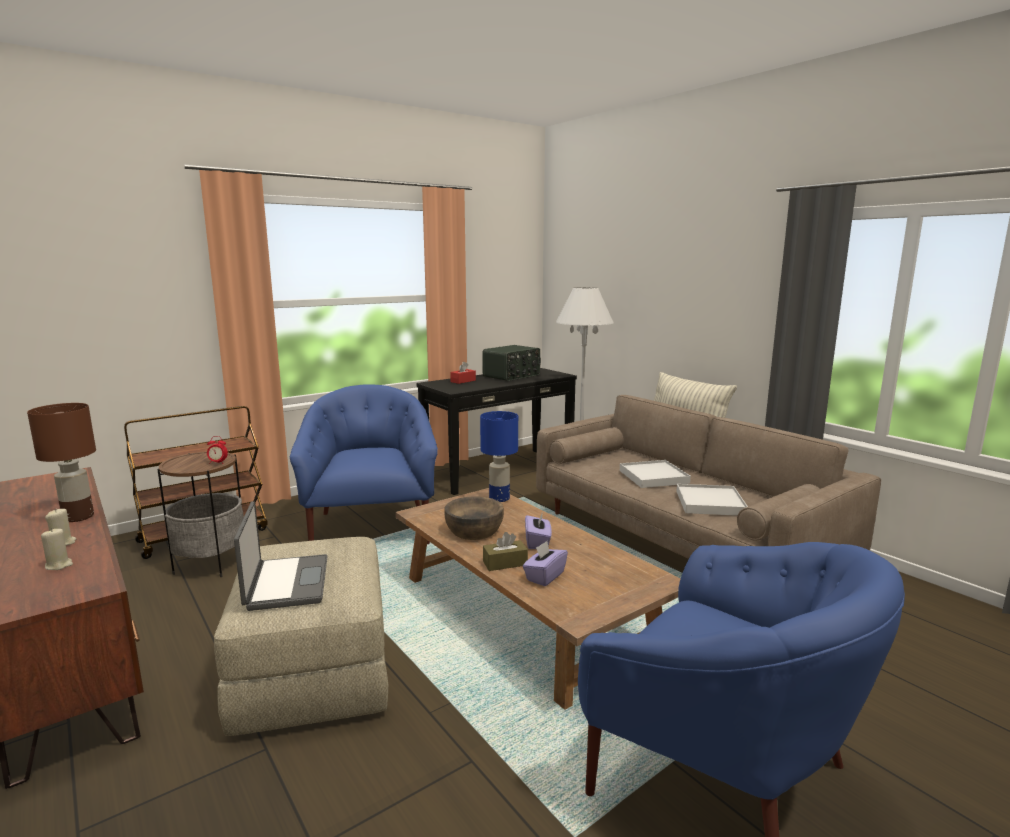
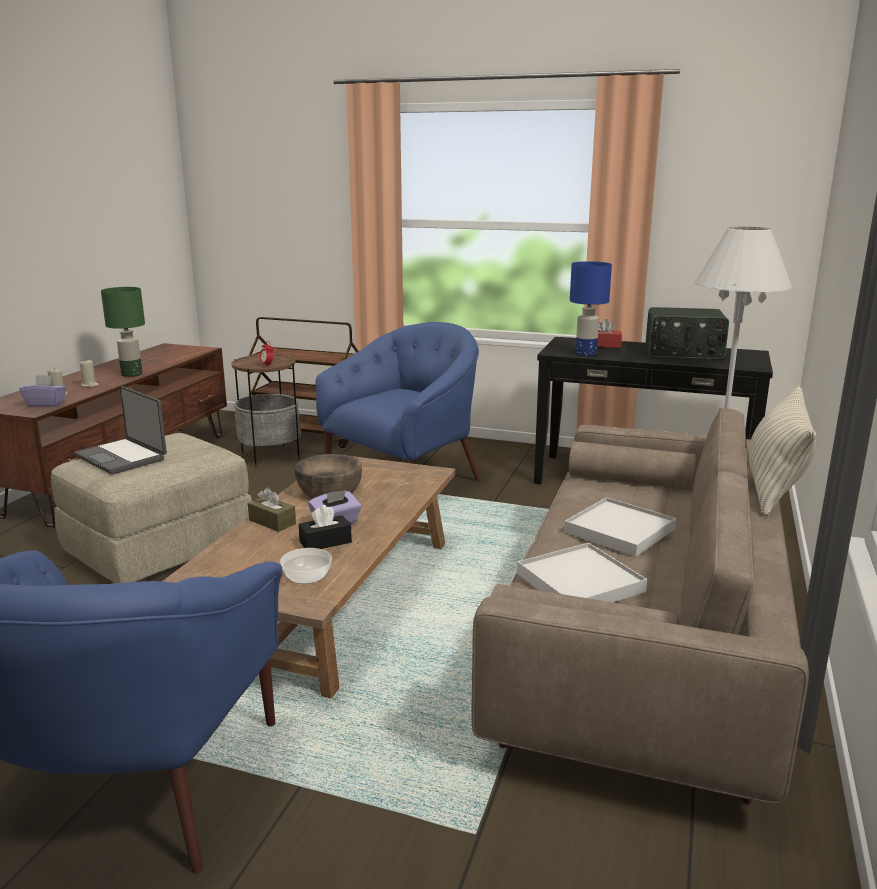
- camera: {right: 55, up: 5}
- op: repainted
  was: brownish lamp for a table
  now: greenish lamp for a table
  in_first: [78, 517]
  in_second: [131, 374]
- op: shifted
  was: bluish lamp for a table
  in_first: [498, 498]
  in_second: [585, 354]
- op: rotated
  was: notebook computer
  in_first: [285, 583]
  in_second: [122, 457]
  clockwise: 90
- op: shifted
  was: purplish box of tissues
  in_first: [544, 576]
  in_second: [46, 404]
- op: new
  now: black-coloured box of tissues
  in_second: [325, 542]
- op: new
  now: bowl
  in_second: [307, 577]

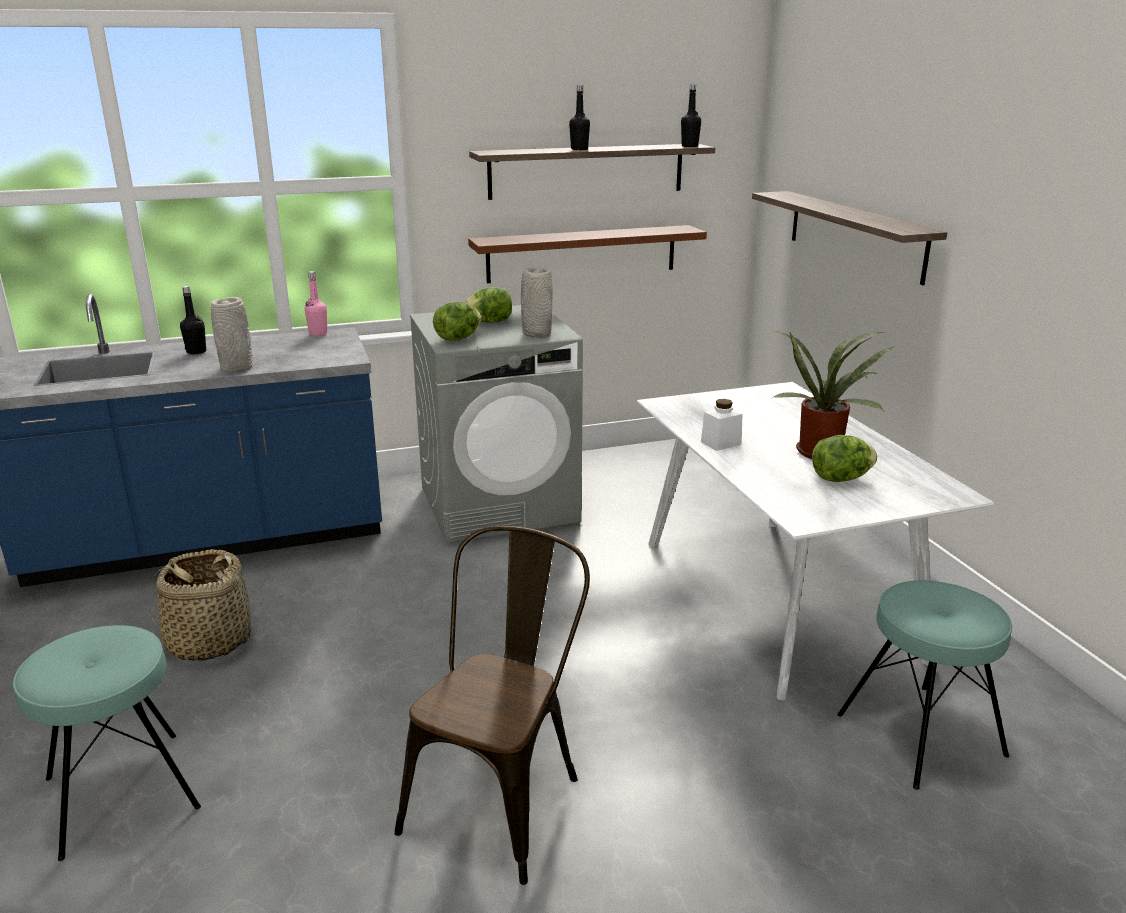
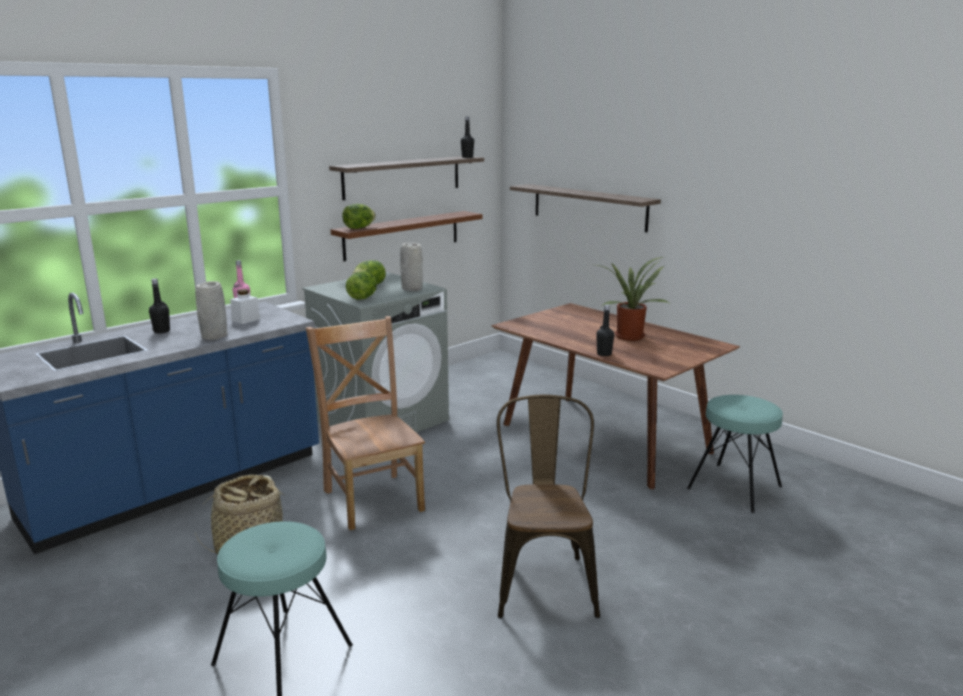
- camera: {right: -25, up: -5}
- op: shifted
  was: black-coloured bottle
  in_first: [579, 149]
  in_second: [604, 354]
- op: repainted
  was: white kitchen table
  now: brownish kitchen table
  in_first: [778, 598]
  in_second: [605, 438]
- op: shifted
  was: white preserve jar
  in_first: [721, 443]
  in_second: [246, 320]
- op: shifted
  was: head of lettuce
  in_first: [840, 479]
  in_second: [359, 228]
- op: new
  now: brownish plain chair
  in_second: [372, 498]

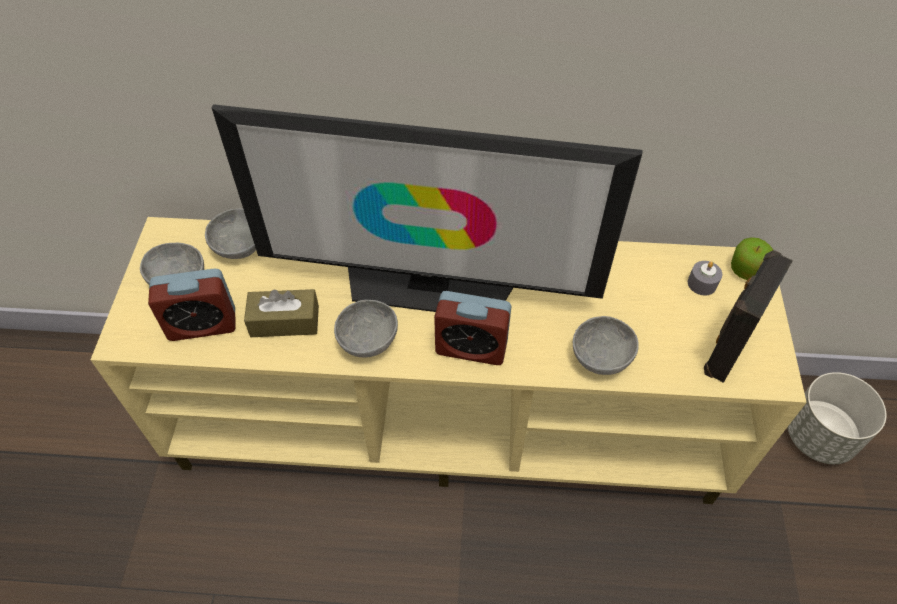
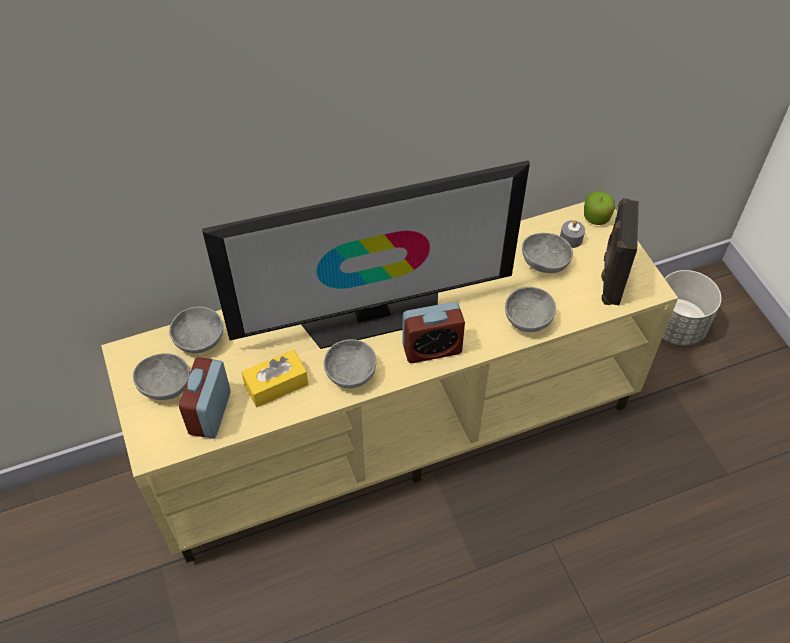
- camera: {right: -25, up: 0}
- op: rotated
  was: table clock
  in_first: [202, 324]
  in_second: [210, 413]
  clockwise: 135
- op: repainted
  was: brownish box of tissues
  now: yellow-coloured box of tissues
  in_first: [285, 321]
  in_second: [276, 384]
- op: new
  now: grey bowl
  in_second: [544, 262]

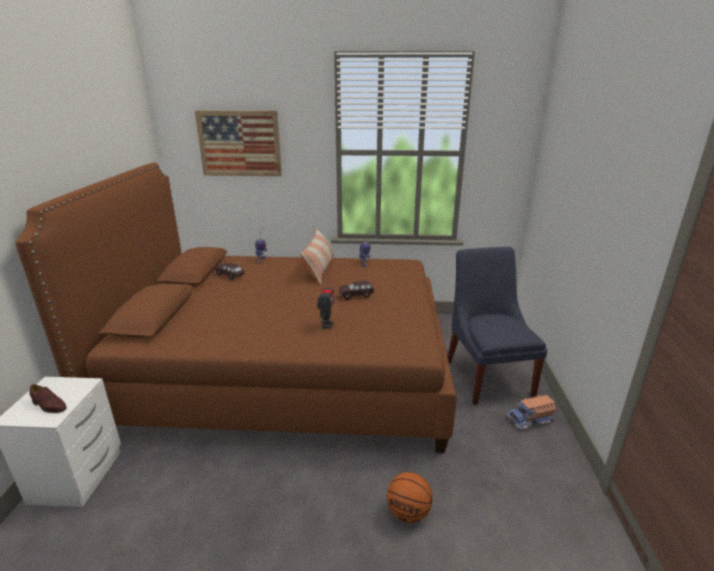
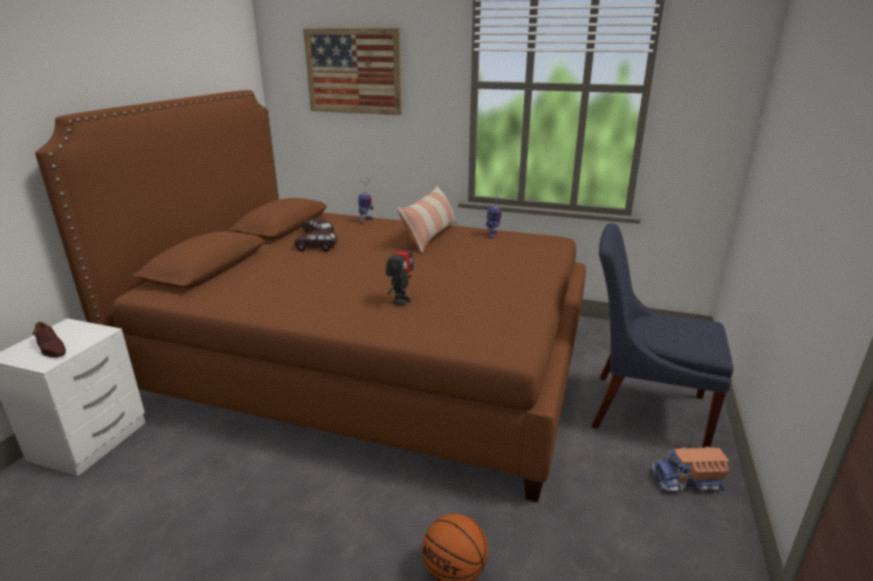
- camera: {right: 15, up: 0}
- op: rotated
  was: bluish plain chair
  in_first: [487, 375]
  in_second: [642, 409]
  clockwise: -75
- op: shifted
  was: brownish model car
  in_first: [356, 295]
  in_second: [316, 248]

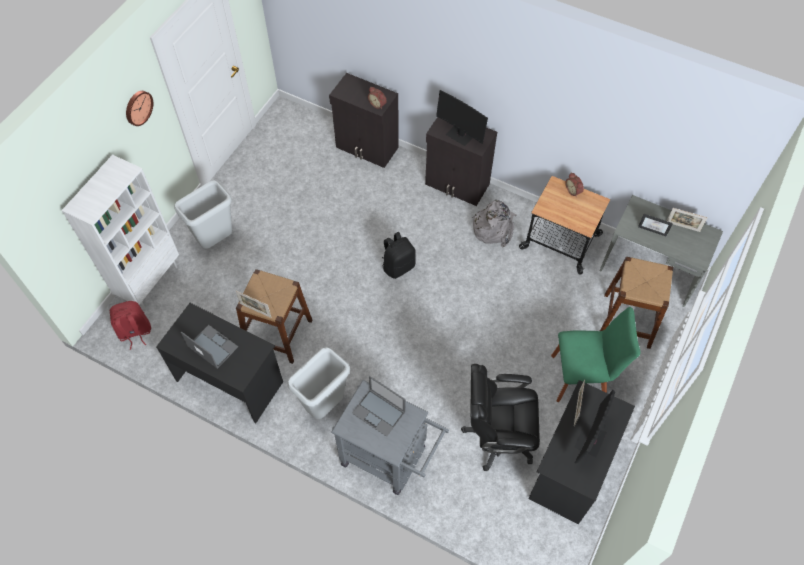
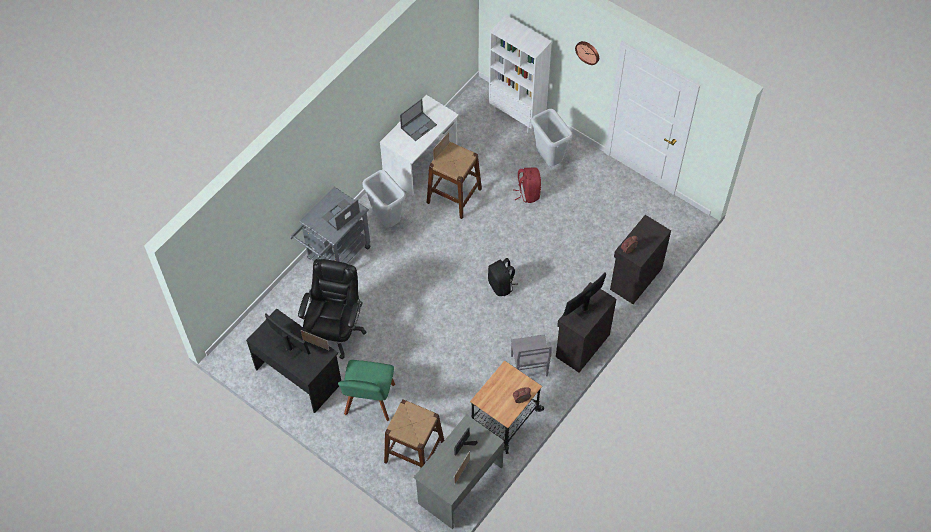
- camera: {right: 100, up: 0}
- op: swapped
  was: grey knapsack
  now: grey plain chair
  in_first: [494, 228]
  in_second: [528, 366]
- op: shifted
  was: red knapsack
  in_first: [135, 332]
  in_second: [528, 193]
- op: repainted
  was: black-coloured desk table
  now: white desk table
  in_first: [230, 380]
  in_second: [421, 162]

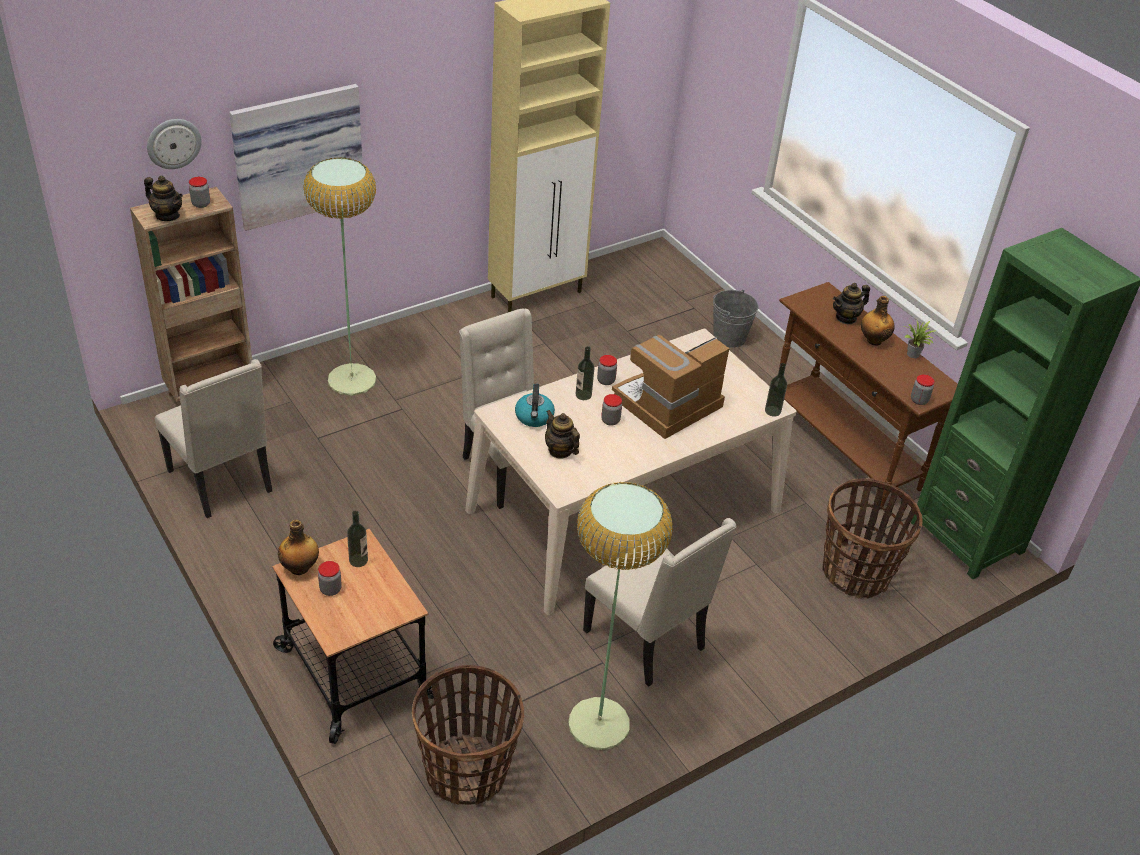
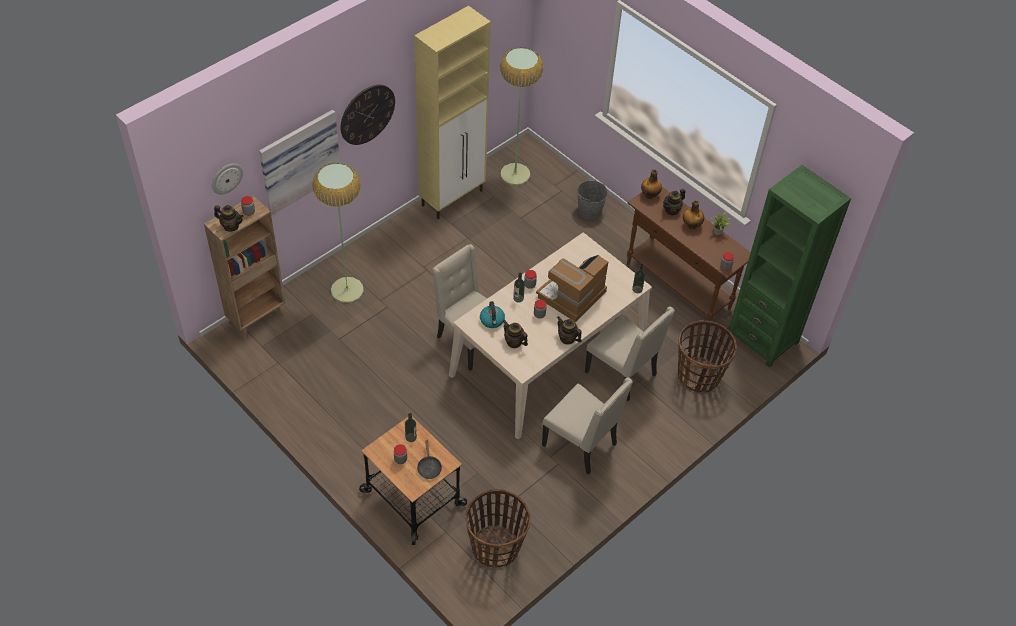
- camera: {right: -10, up: 10}
- op: shifted
  was: beige plain chair
  in_first: [223, 482]
  in_second: [622, 373]
- op: shifted
  was: standing lamp
  in_first: [598, 724]
  in_second: [515, 174]
- op: shifted
  was: bottle
  in_first: [300, 568]
  in_second: [650, 195]
- op: new
  now: clock on the wall
  in_second: [367, 114]
- op: new
  now: pot for tea
  in_second: [567, 338]
- op: new
  now: black-coloured skillet
  in_second: [429, 467]

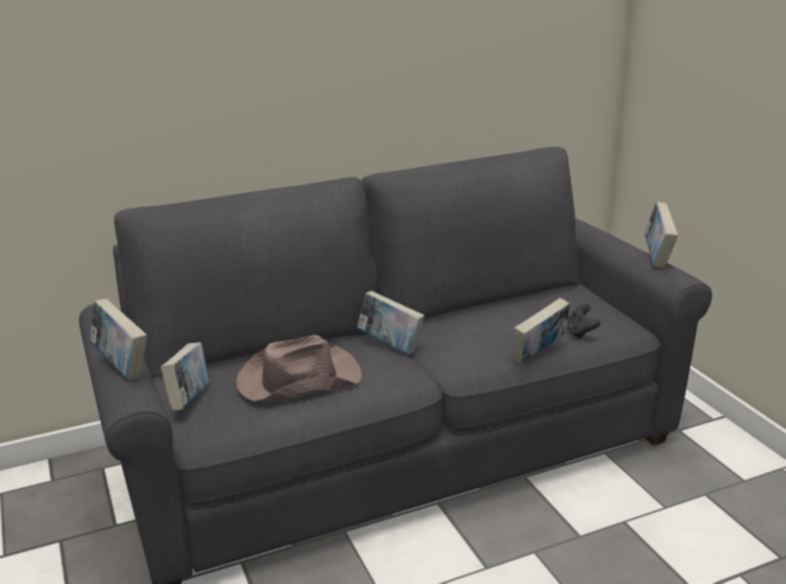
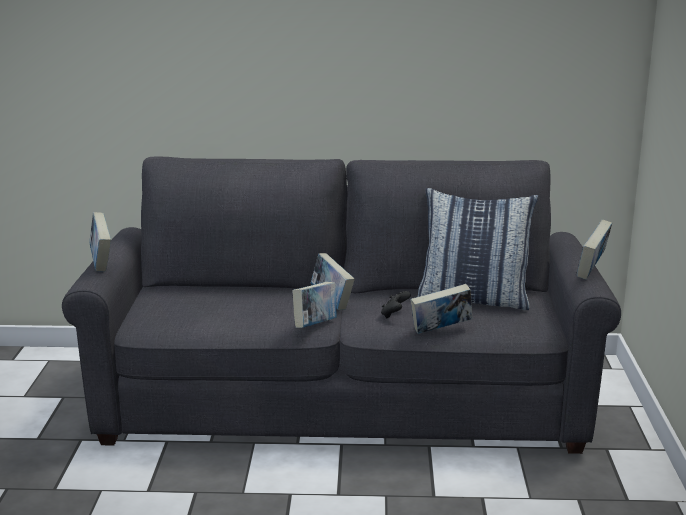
- camera: {right: 25, up: -5}
- op: shifted
  was: black-coloured game controller
  in_first: [580, 332]
  in_second: [394, 315]
- op: gone
  was: brownish wearable hat
  in_first: [297, 379]
- op: shifted
  was: volume
  in_first: [189, 400]
  in_second: [315, 326]
- op: new
  now: throw pillow
  in_second: [474, 299]

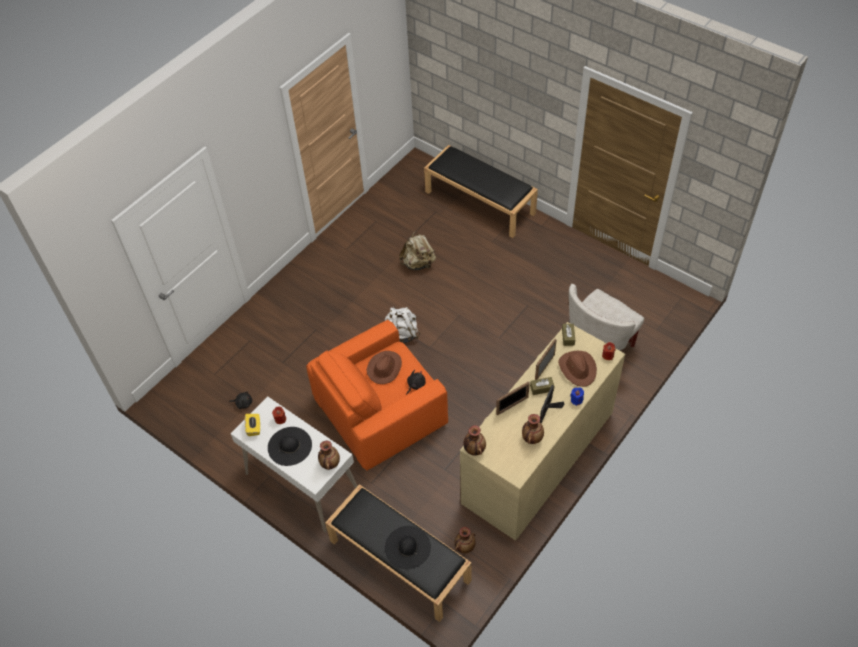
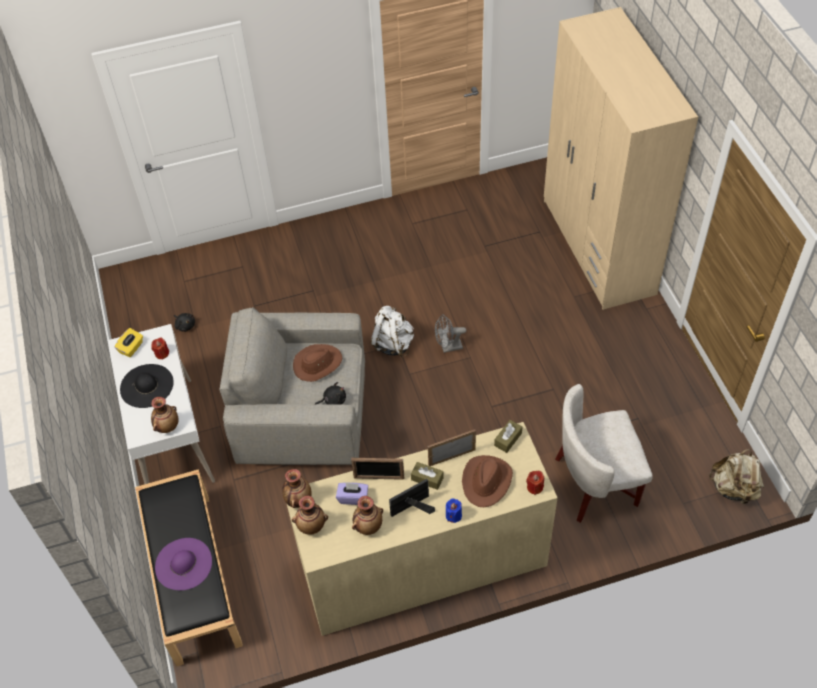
- camera: {right: 35, up: 0}
- op: swapped
  was: black-coloured long seat
  now: beige armoire
  in_first: [480, 202]
  in_second: [598, 247]
- op: shifted
  was: beige knapsack
  in_first: [418, 264]
  in_second: [734, 489]
- op: repainted
  was: orangey easy chair
  now: grey easy chair
  in_first: [380, 412]
  in_second: [303, 412]
- op: repainted
  was: black-coloured wearable hat
  now: purplish wearable hat
  in_first: [407, 547]
  in_second: [183, 564]
- op: shifted
  was: flower vase
  in_first: [464, 546]
  in_second: [311, 525]
- op: new
  now: grey fan
  in_second: [448, 347]
- op: new
  now: purplish box of tissues
  in_second: [353, 497]

